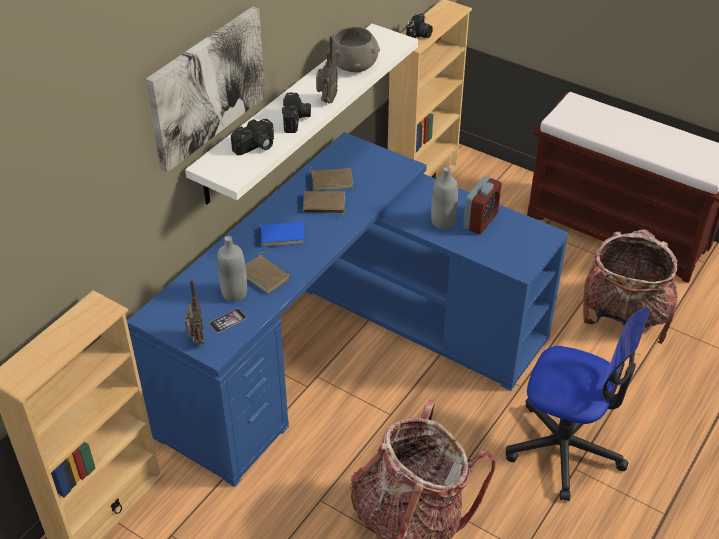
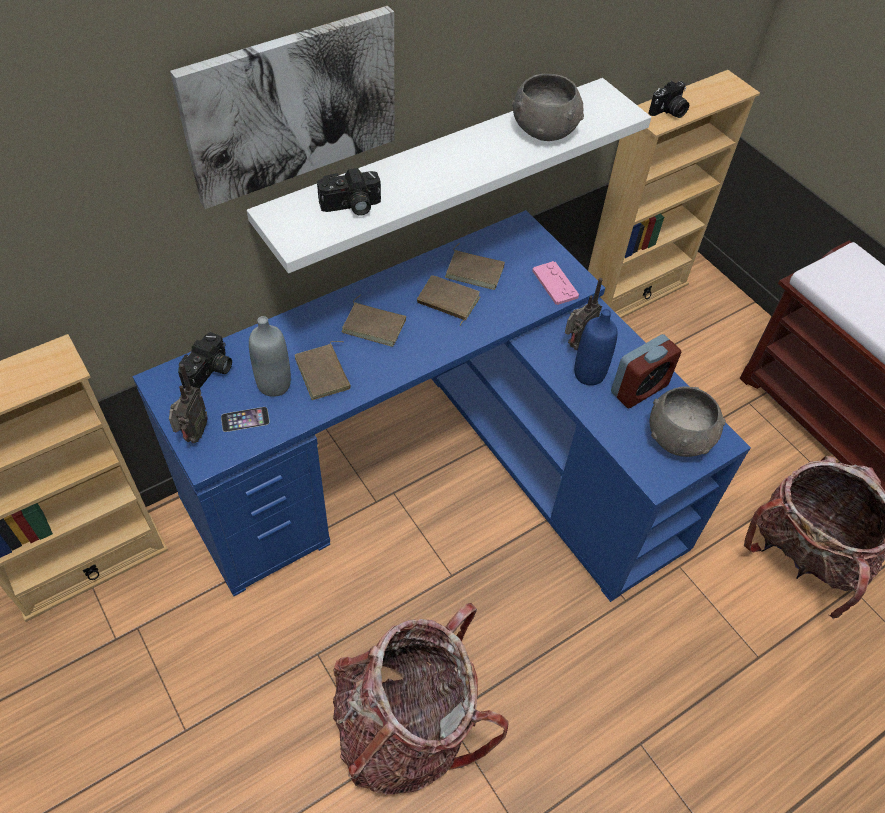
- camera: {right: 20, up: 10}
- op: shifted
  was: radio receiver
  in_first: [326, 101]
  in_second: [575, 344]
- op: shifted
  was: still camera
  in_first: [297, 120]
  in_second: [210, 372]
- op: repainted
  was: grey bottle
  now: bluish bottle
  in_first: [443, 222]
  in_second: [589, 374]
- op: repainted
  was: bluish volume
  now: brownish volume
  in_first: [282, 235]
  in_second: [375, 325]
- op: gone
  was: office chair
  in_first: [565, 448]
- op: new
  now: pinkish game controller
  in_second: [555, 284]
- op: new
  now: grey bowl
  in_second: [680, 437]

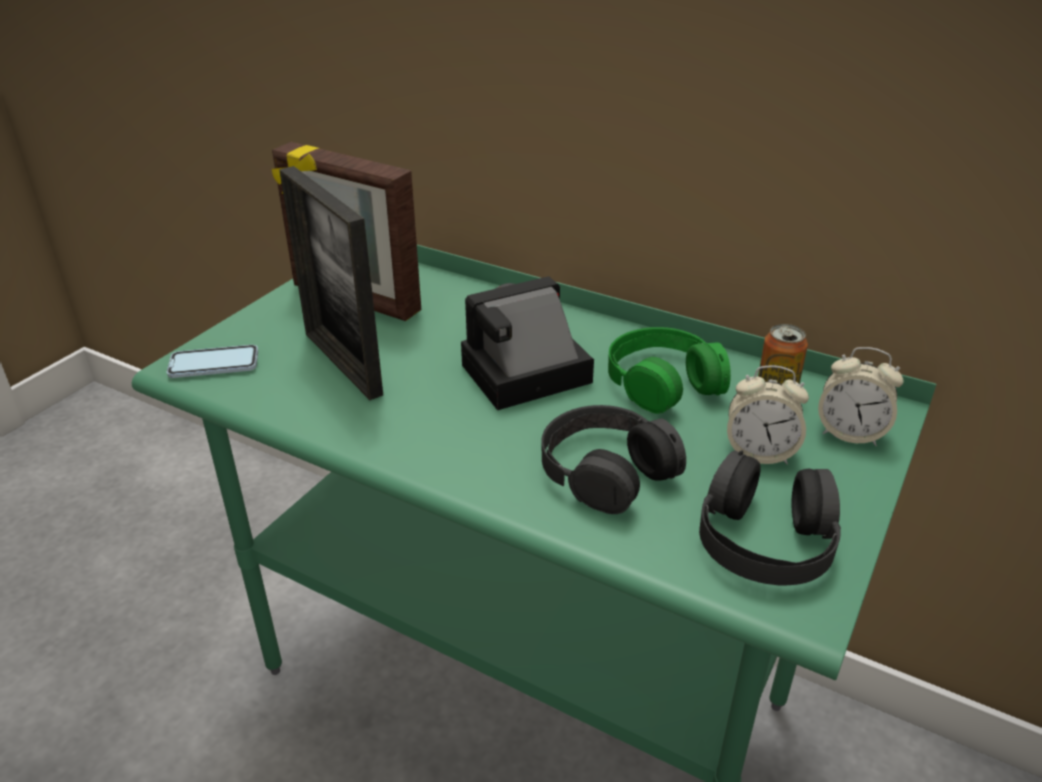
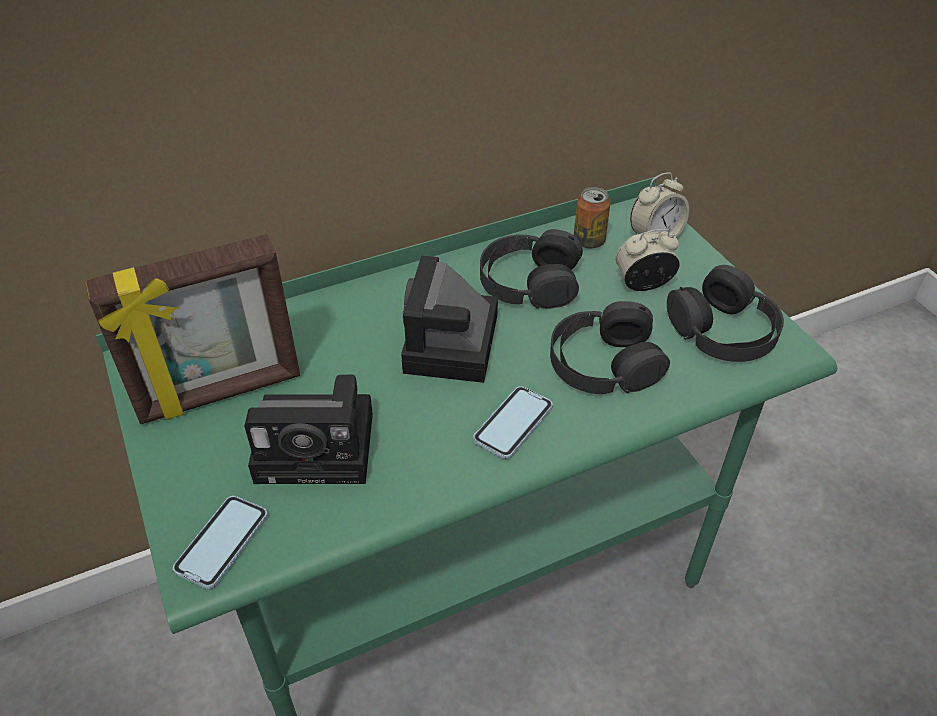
- camera: {right: -55, up: 10}
- op: swapped
  was: standing frame
  now: still camera
  in_first: [342, 363]
  in_second: [321, 446]
- op: repainted
  was: greenish headphones
  now: black-coloured headphones
  in_first: [663, 381]
  in_second: [529, 281]
- op: rotated
  was: table clock
  in_first: [759, 452]
  in_second: [643, 284]
  clockwise: -150
- op: new
  now: handset
  in_second: [513, 424]

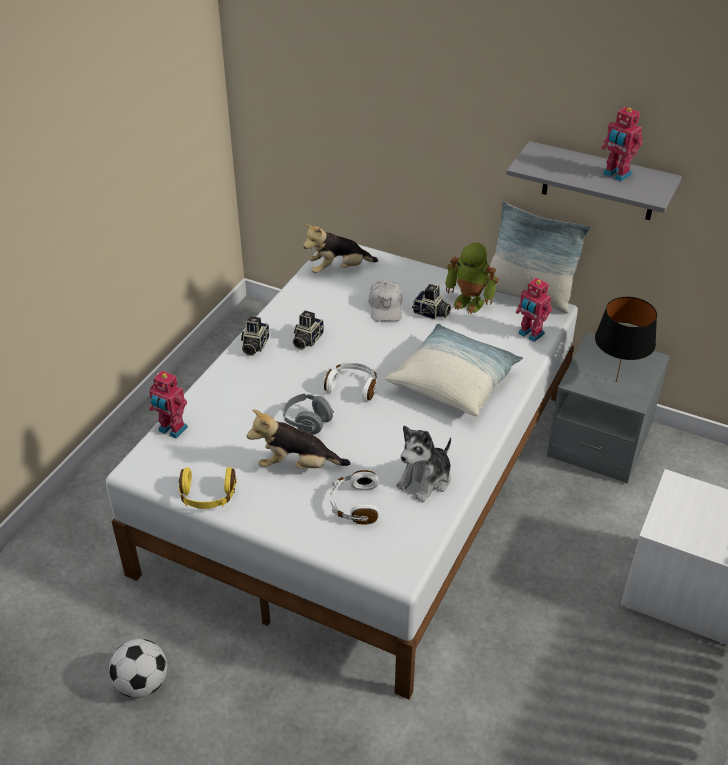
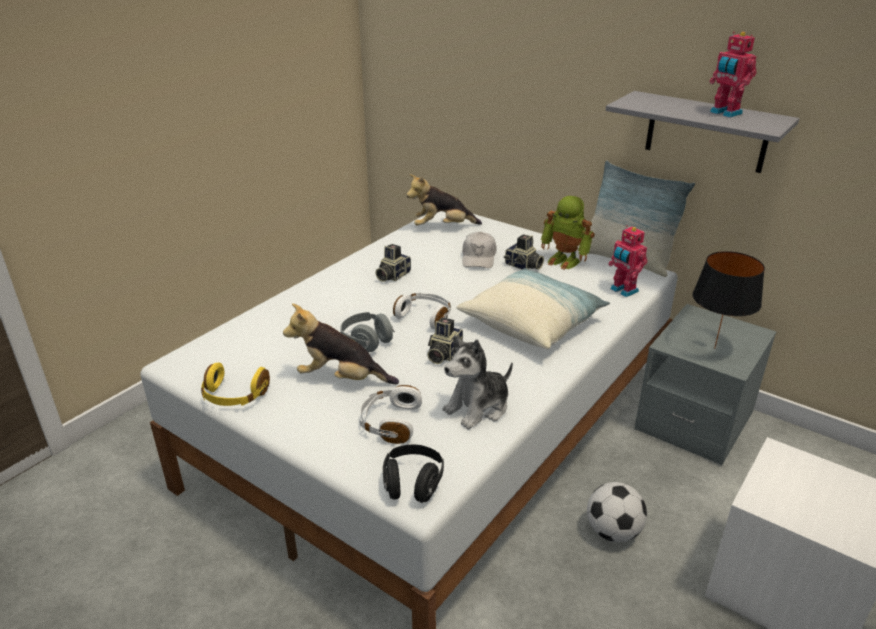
- camera: {right: 10, up: -10}
- op: shifted
  was: still camera
  in_first: [254, 345]
  in_second: [443, 354]
- op: gone
  was: robot figure
  in_first: [172, 430]
- op: shifted
  was: football
  in_first: [142, 683]
  in_second: [612, 532]
- op: new
  now: black-coloured headphones
  in_second: [412, 484]

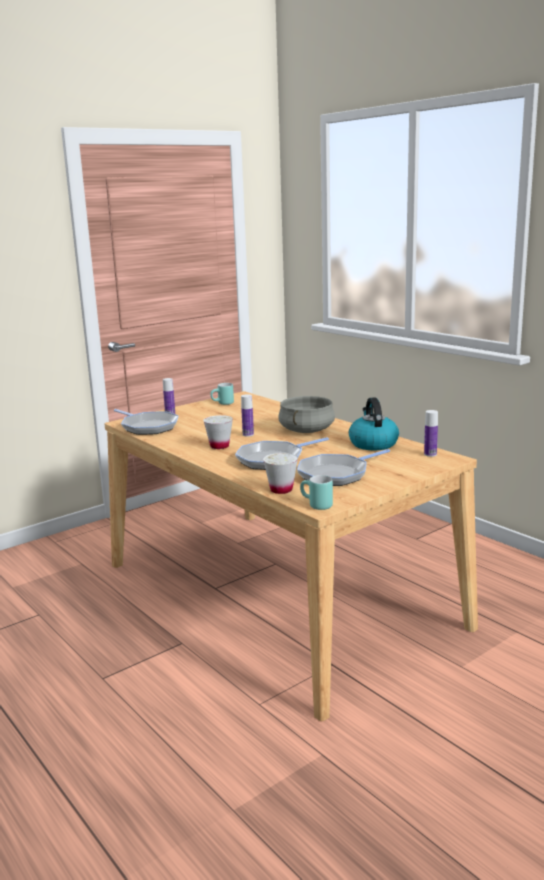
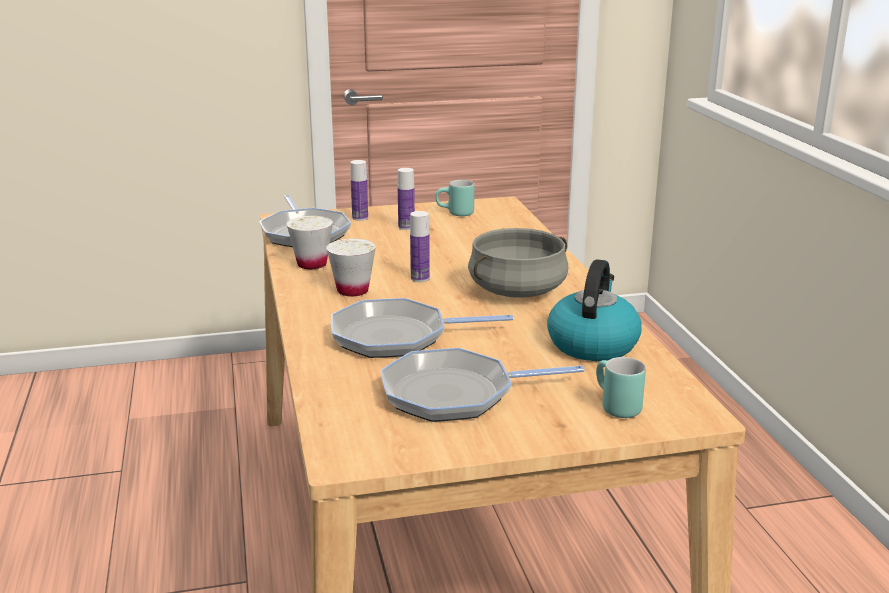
- camera: {right: 25, up: 5}
- op: shifted
  was: bottle
  in_first: [430, 454]
  in_second: [406, 227]
- op: shifted
  was: white drinking cup
  in_first: [281, 490]
  in_second: [312, 264]
- op: shifted
  was: blue-green coffee mug
  in_first: [315, 506]
  in_second: [613, 407]

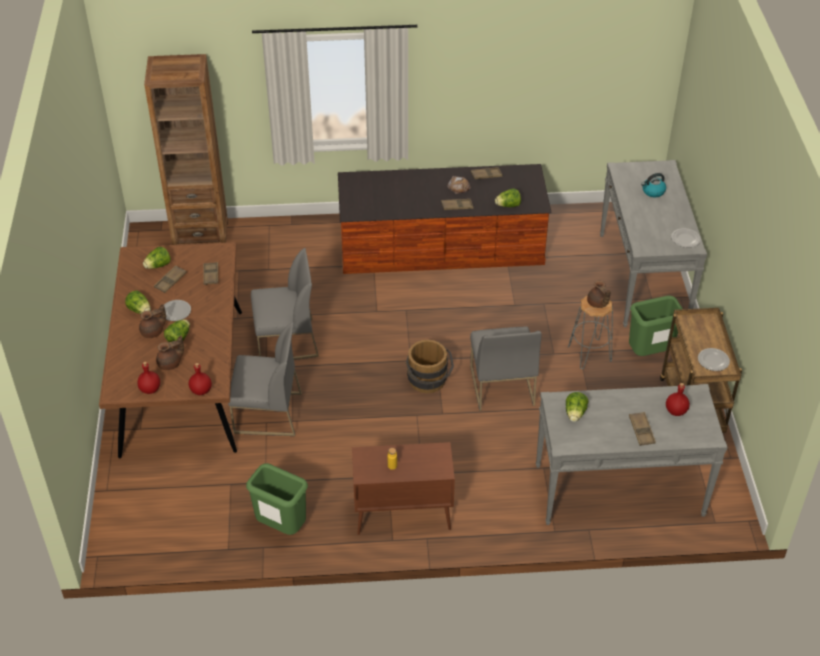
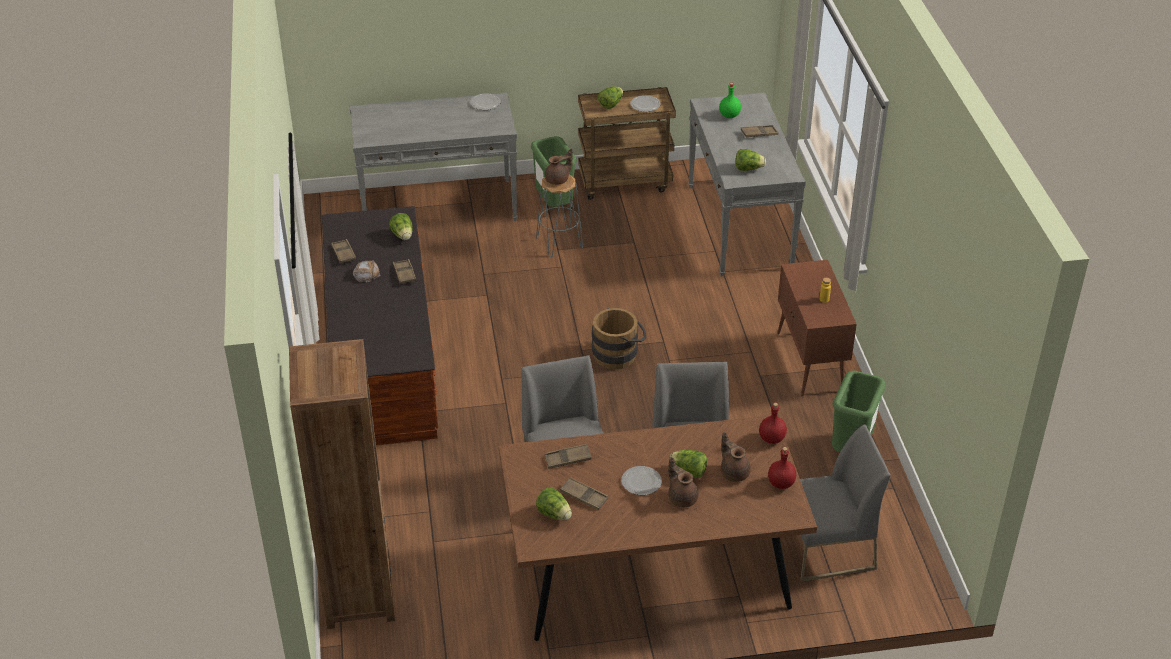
- camera: {right: -95, up: -5}
- op: gone
  was: kettle
  in_first: [653, 191]
- op: shifted
  was: head of lettuce
  in_first: [140, 310]
  in_second: [611, 104]
- op: shifted
  was: grey plain chair
  in_first: [501, 385]
  in_second: [826, 549]
- op: repainted
  was: red bottle
  now: greenish bottle
  in_first: [675, 411]
  in_second: [729, 115]

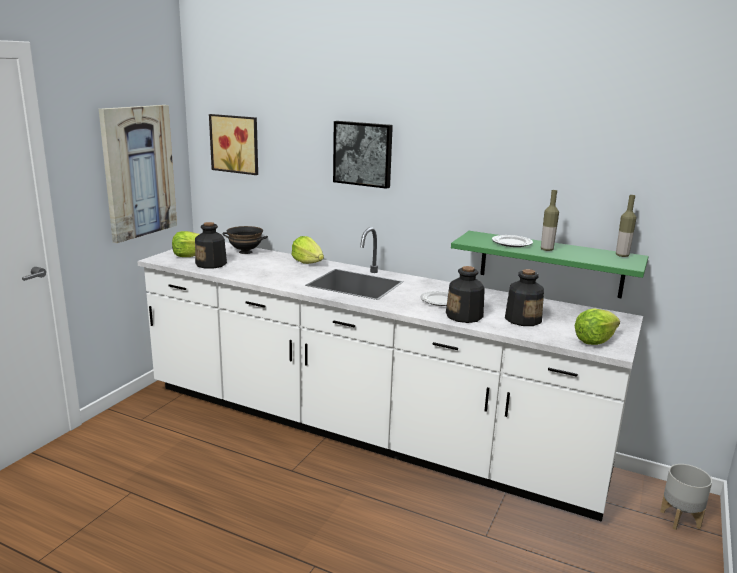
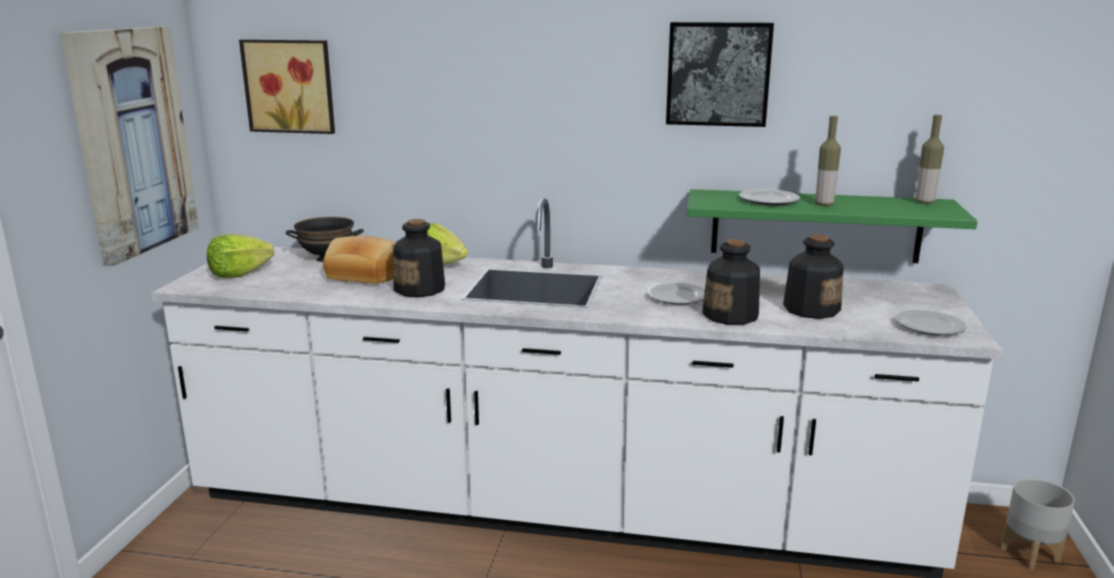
- camera: {right: -15, up: 0}
- op: shifted
  was: picture
  in_first: [363, 154]
  in_second: [718, 74]
- op: shifted
  was: bottle
  in_first: [211, 264]
  in_second: [420, 289]
- op: swapped
  was: head of lettuce
  now: dinner plate
  in_first: [594, 340]
  in_second: [928, 326]
- op: new
  now: bakery bread
  in_second: [364, 276]

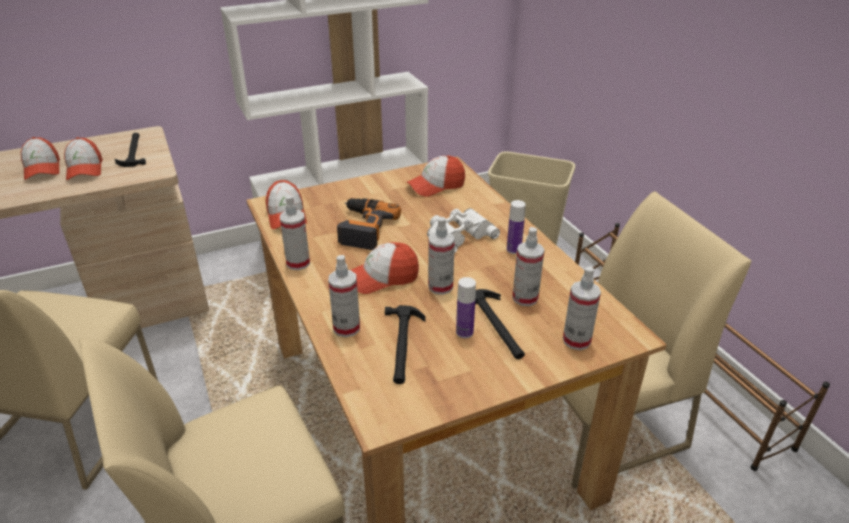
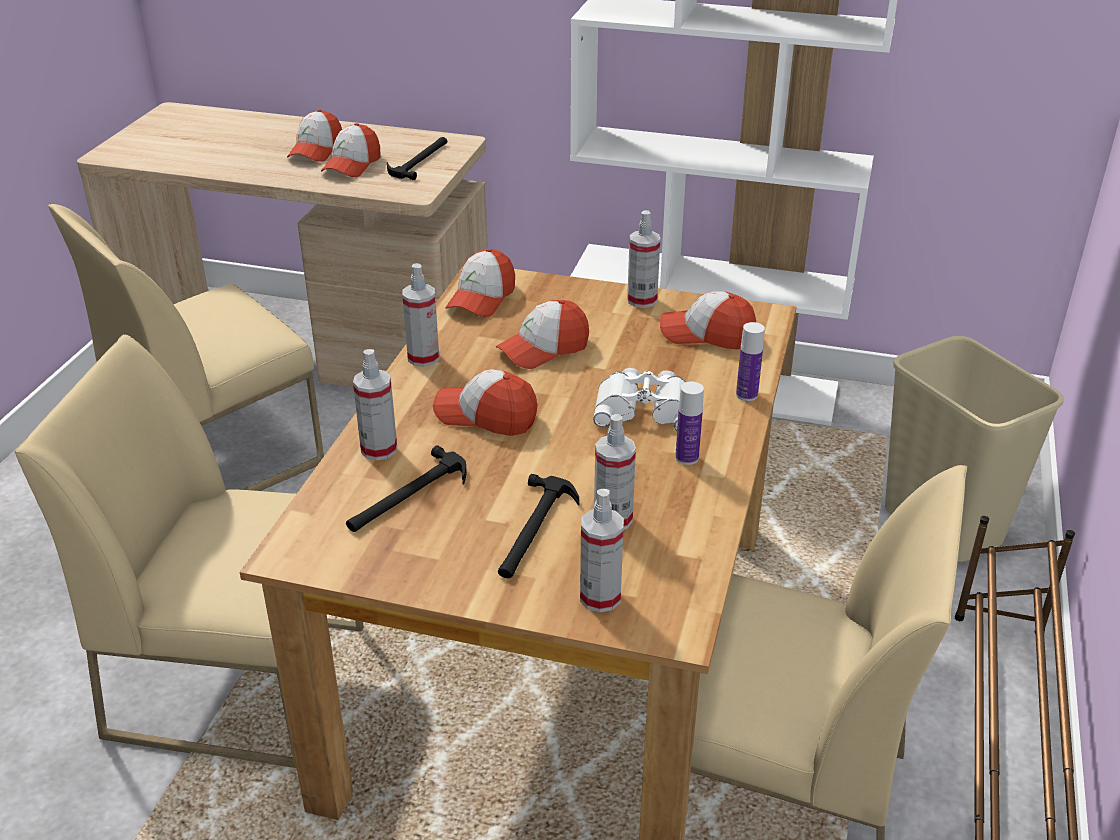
- camera: {right: 40, up: 0}
- op: swapped
  was: electric drill
  now: peaked cap
  in_first: [362, 228]
  in_second: [543, 349]
- op: shifted
  was: hand sprayer
  in_first: [440, 287]
  in_second: [642, 300]
- op: shifted
  was: bottle
  in_first: [464, 332]
  in_second: [746, 395]

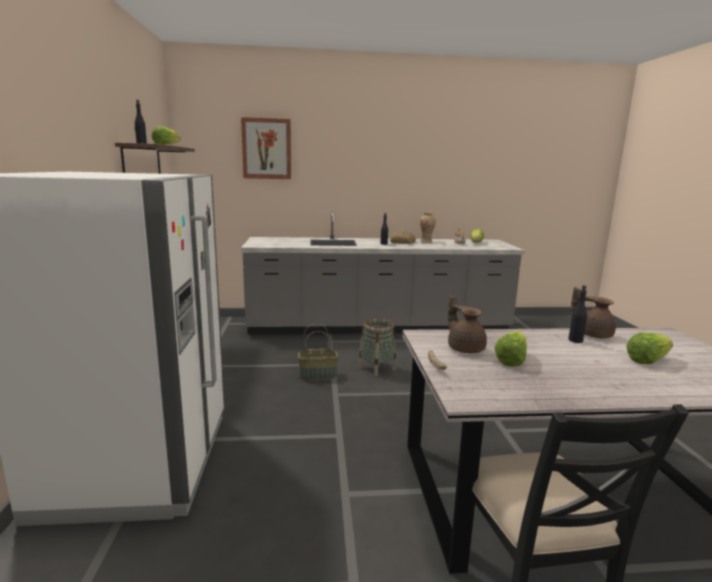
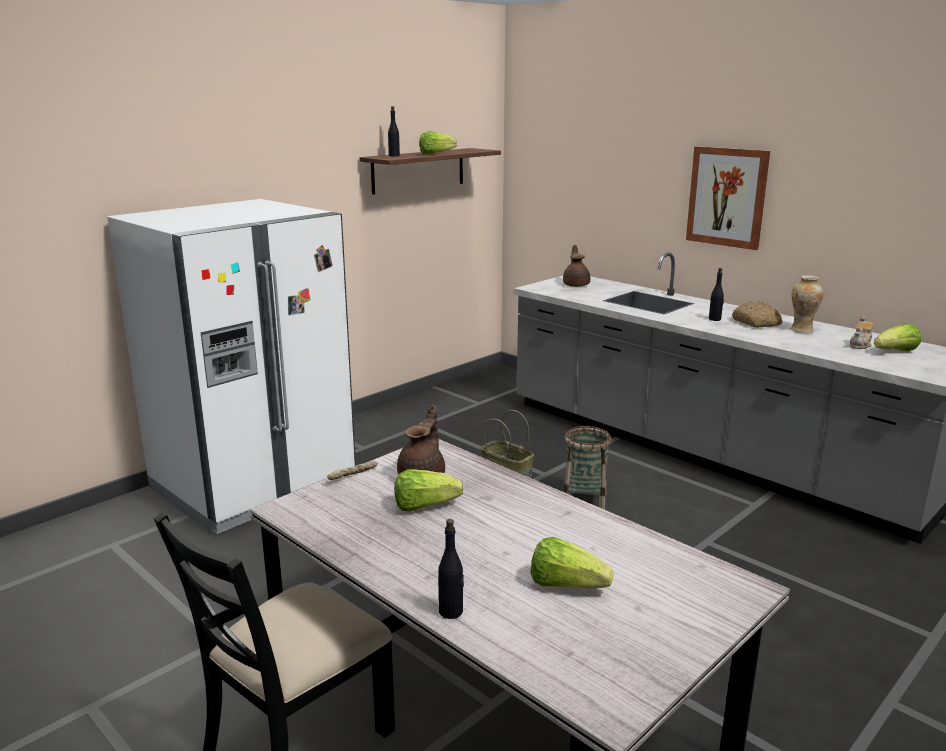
- camera: {right: 50, up: 5}
- op: shifted
  was: picture
  in_first: [266, 149]
  in_second: [727, 197]
- op: shifted
  was: black-coloured bottle
  in_first: [575, 340]
  in_second: [451, 611]
- op: shifted
  was: brownish pot for tea
  in_first: [592, 334]
  in_second: [576, 285]

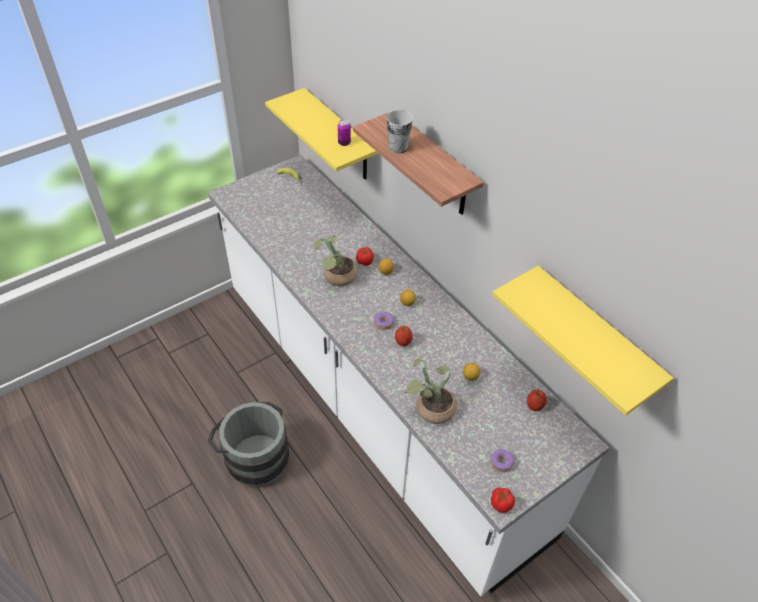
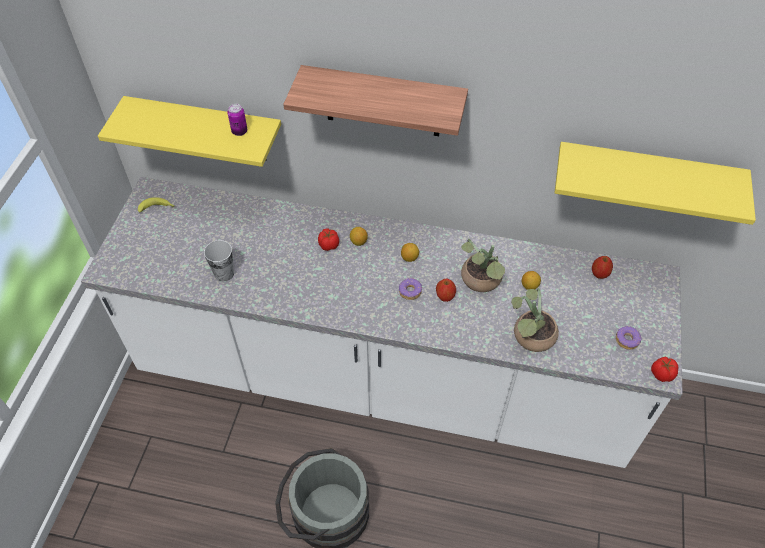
- camera: {right: -40, up: 5}
- op: shifted
  was: drinking cup
  in_first: [398, 147]
  in_second: [224, 273]
- op: shifted
  was: houseplant
  in_first: [337, 278]
  in_second: [481, 282]

